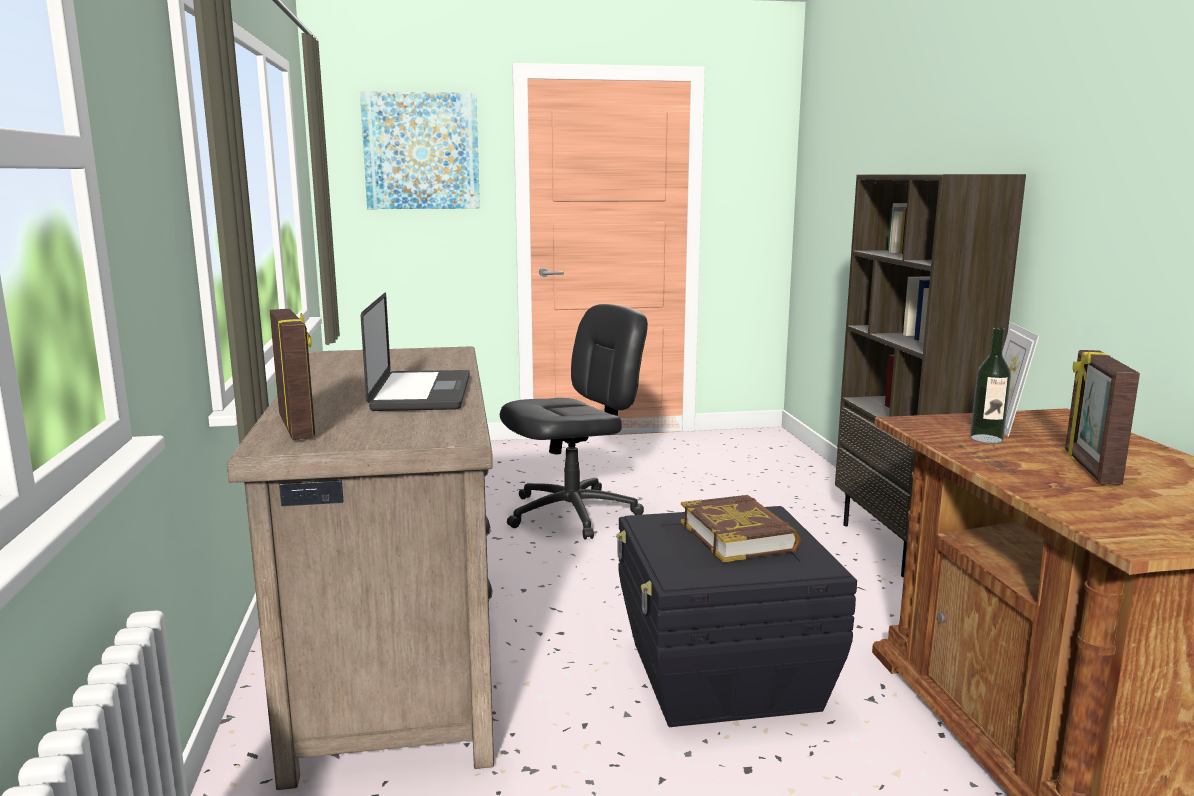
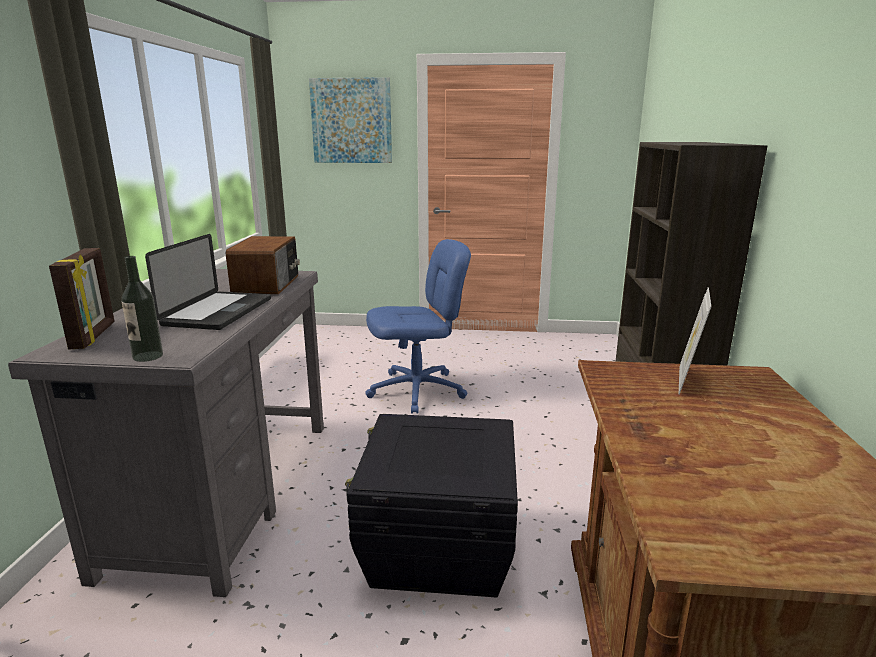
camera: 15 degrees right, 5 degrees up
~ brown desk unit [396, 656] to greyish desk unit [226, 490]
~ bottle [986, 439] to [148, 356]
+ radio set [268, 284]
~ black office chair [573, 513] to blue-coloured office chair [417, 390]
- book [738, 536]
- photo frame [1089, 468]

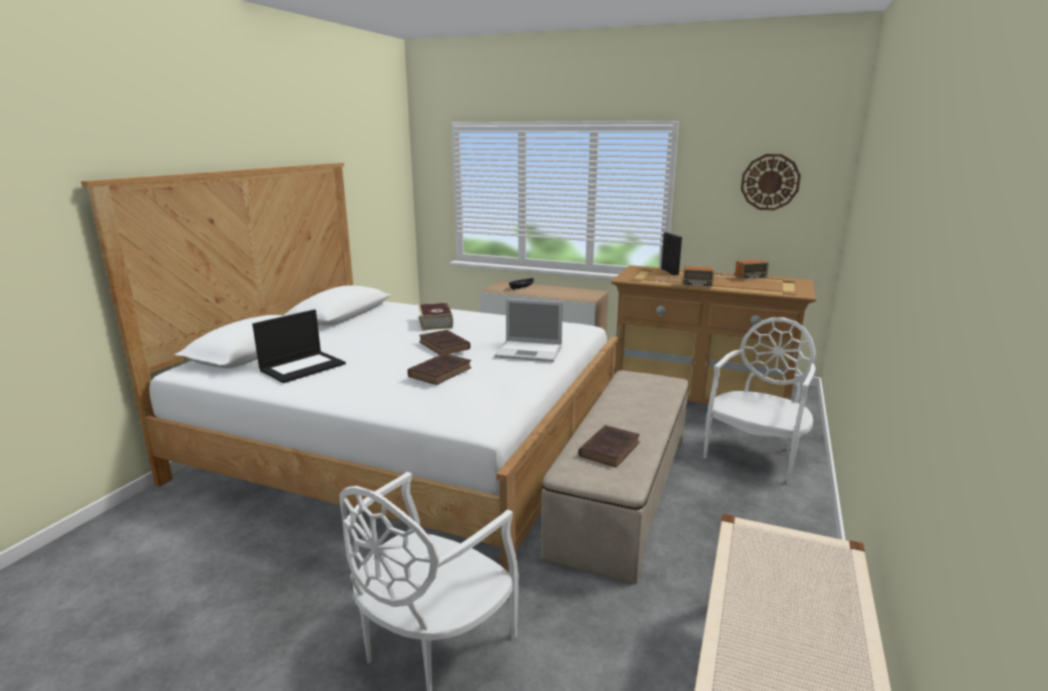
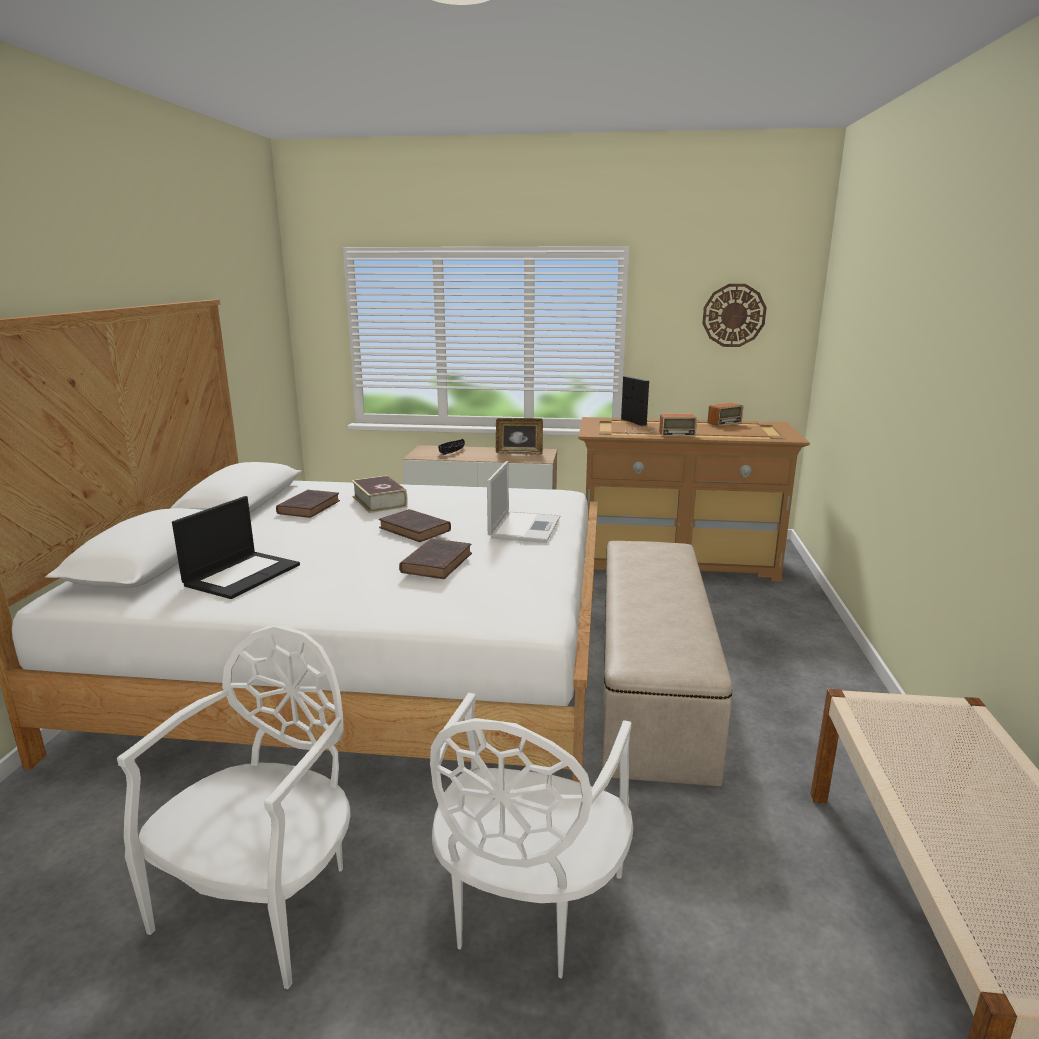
camera: 15 degrees left, 0 degrees up
~ white plain chair [755, 455] to [265, 901]
~ brown book [610, 448] to [310, 507]
~ laptop [530, 351] = [525, 527] 75 degrees counterclockwise
+ photo frame [519, 453]

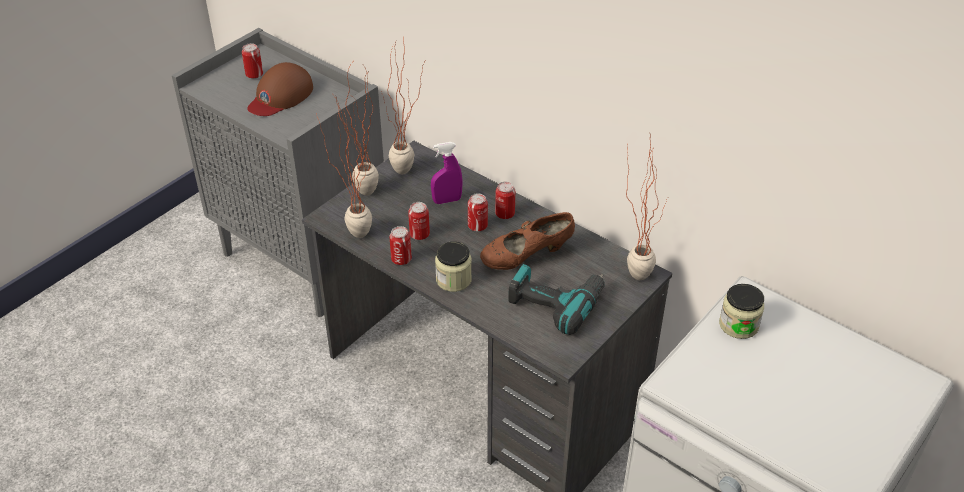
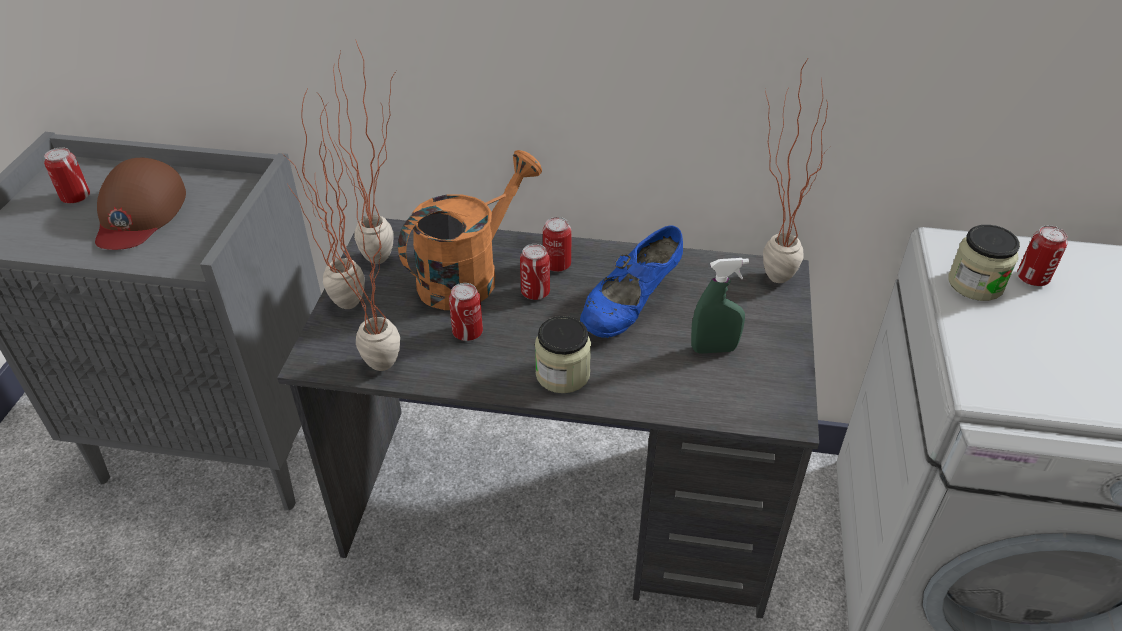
camera: 30 degrees left, 0 degrees up
~ purple spray bottle [447, 200] to orangey sprinkling can [468, 275]
~ brown item of footwear [526, 257] to blue-coloured item of footwear [630, 308]
~ electric drill [555, 302] to greenish spray bottle [714, 349]
~ metal can [401, 259] to [1032, 278]

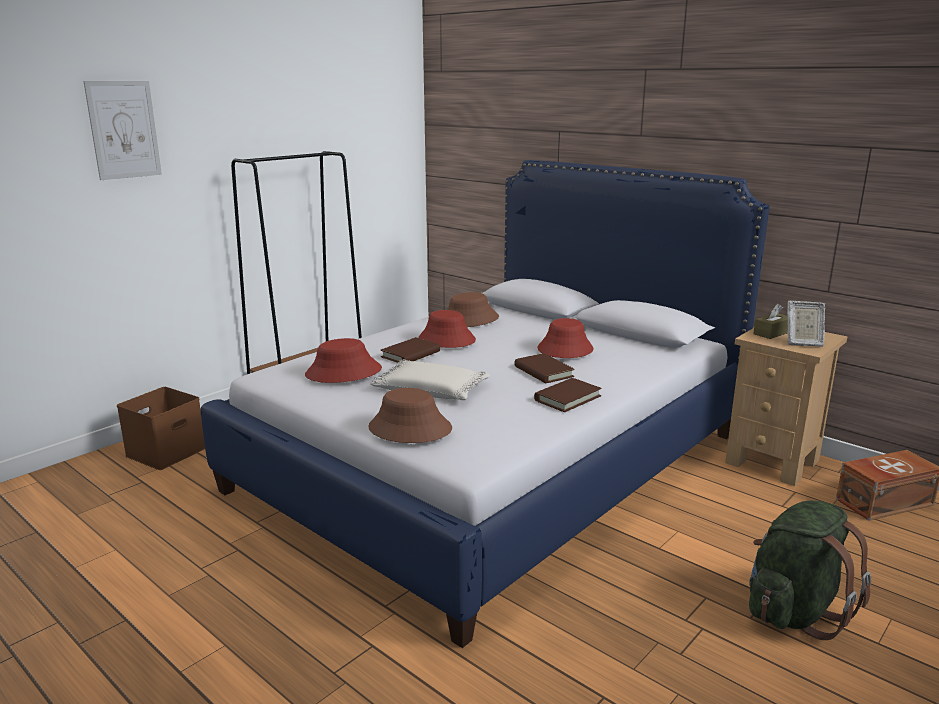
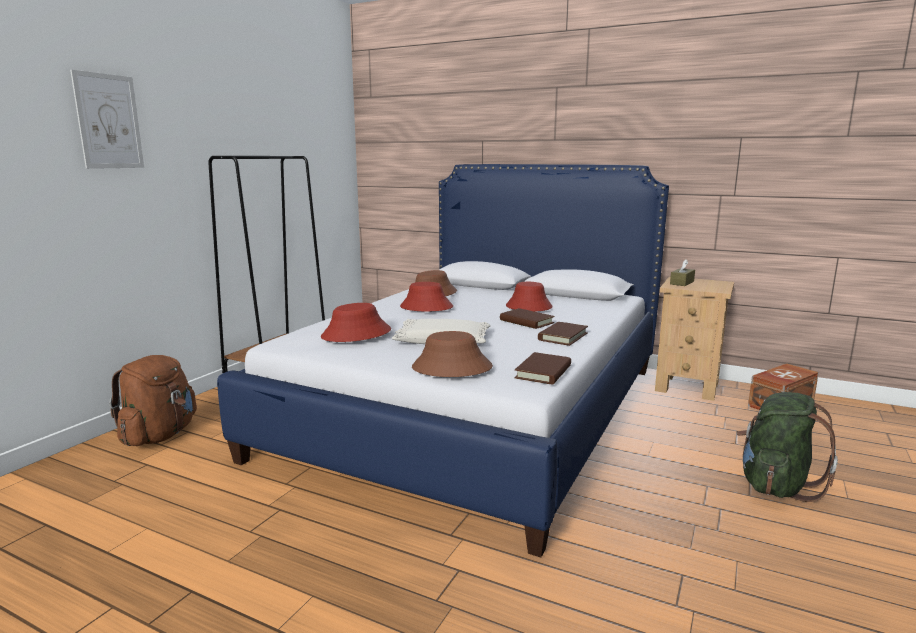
camera: 15 degrees left, 5 degrees down
~ brown storage box [166, 451] to brown knapsack [159, 435]
~ brown book [410, 354] to [543, 372]
- photo frame [802, 343]

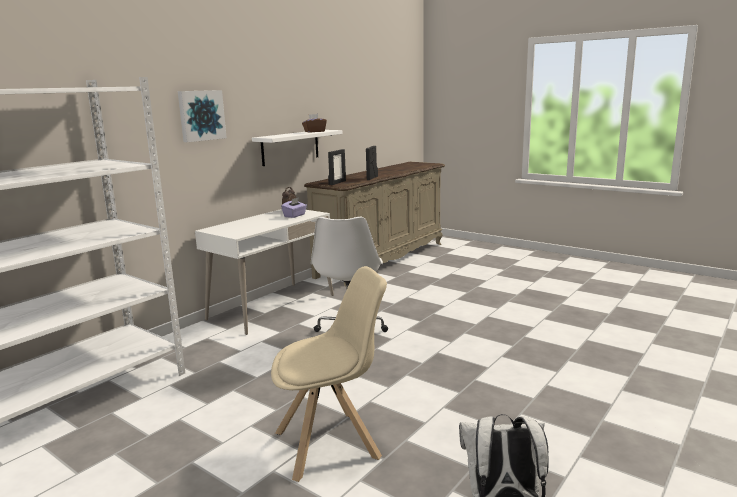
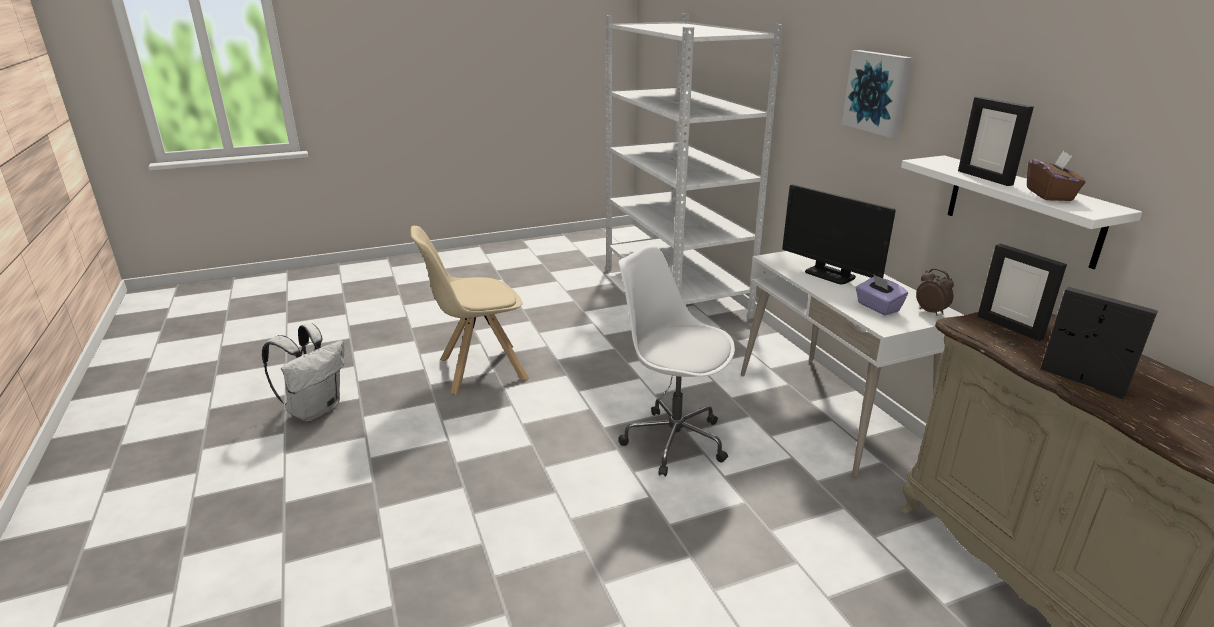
camera: 120 degrees right, 10 degrees up
~ beige plain chair [332, 443] = [478, 370] 60 degrees clockwise
+ computer display [830, 274]
+ photo frame [985, 177]

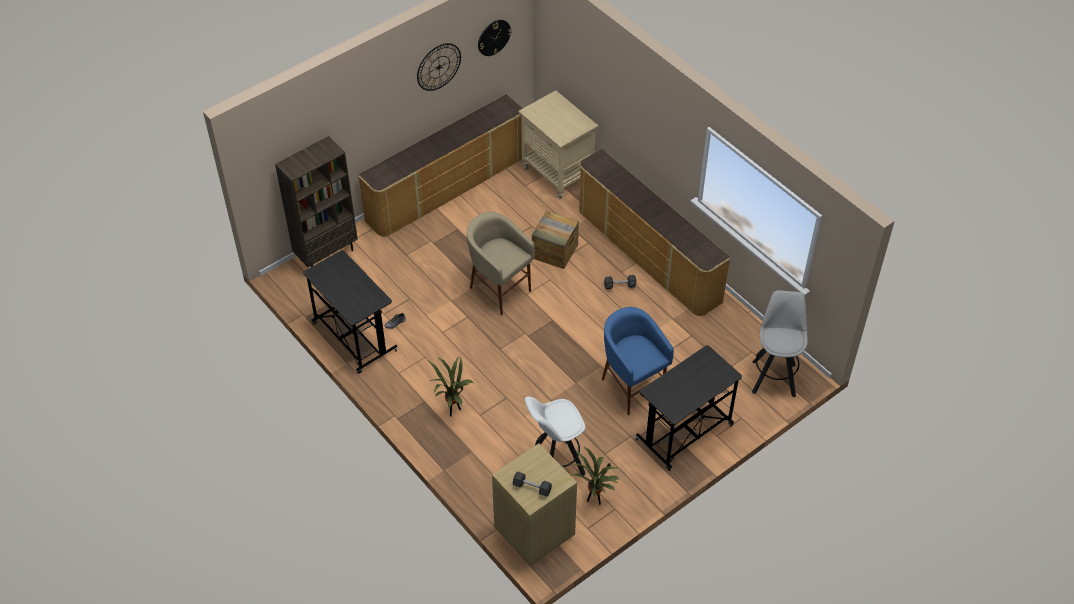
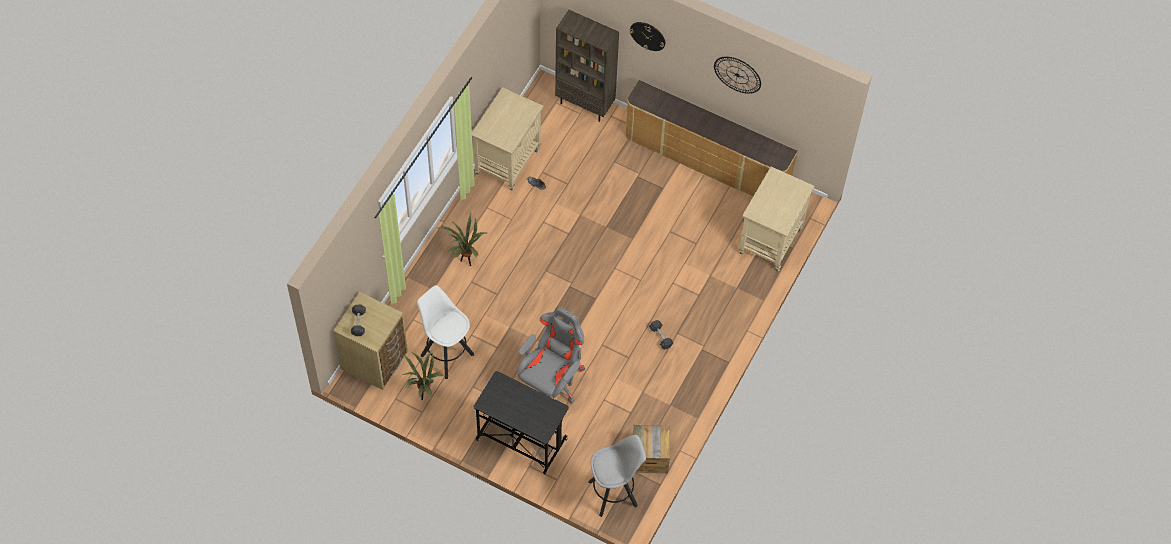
camera: 65 degrees right, 10 degrees up
~ black desk unit [354, 337] to beige cart [508, 161]
~ blue-coloured stool seat [631, 387] to greyish office chair [551, 383]
~ clock on the wall [493, 37] to [648, 36]
~ packing crate [555, 251] to [649, 456]
- beige stool seat [499, 290]
- brown cupboard [647, 255]

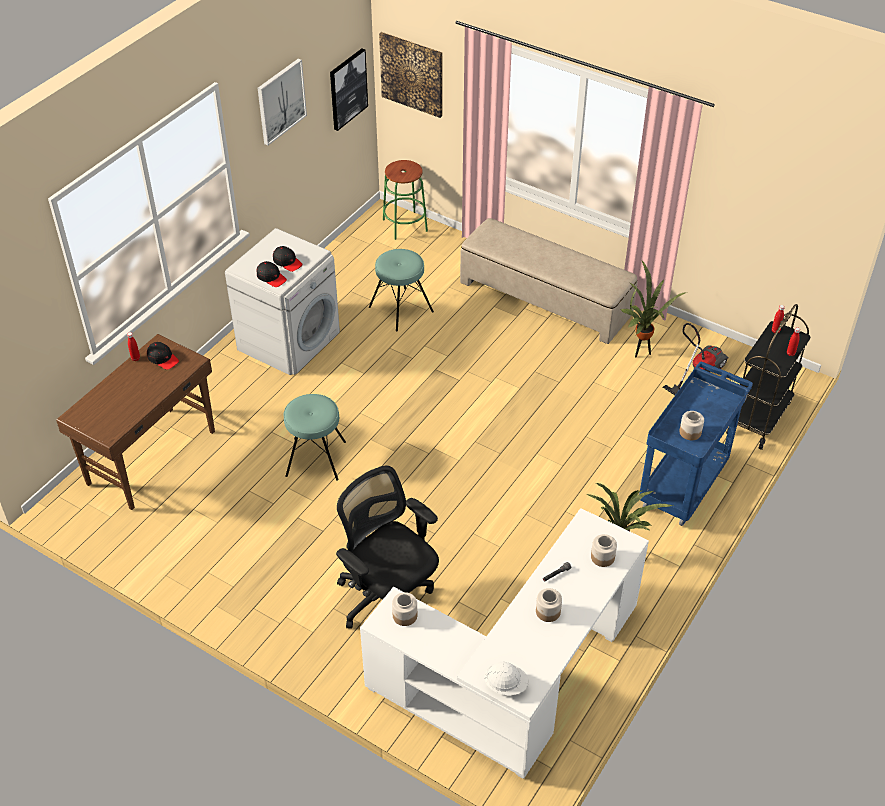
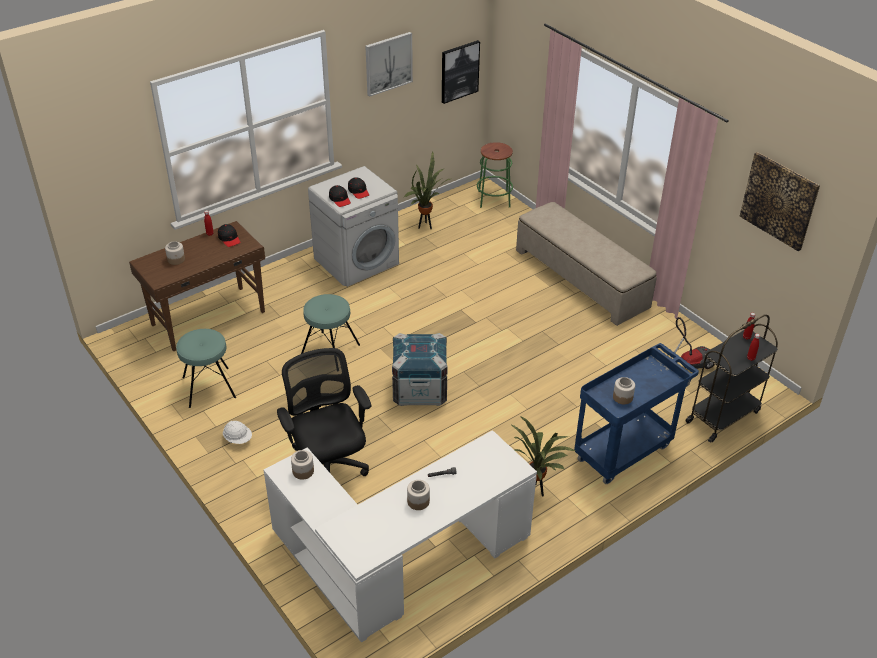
camera: 20 degrees right, 5 degrees down
~ jar [603, 557] to [176, 260]
~ turquoise stool seat [401, 309] to [209, 387]
~ white work helmet [506, 685] to [238, 439]
+ packing crate [419, 390]
~ plant in a pot [641, 351] to [425, 226]
~ wall art [412, 74] to [779, 200]

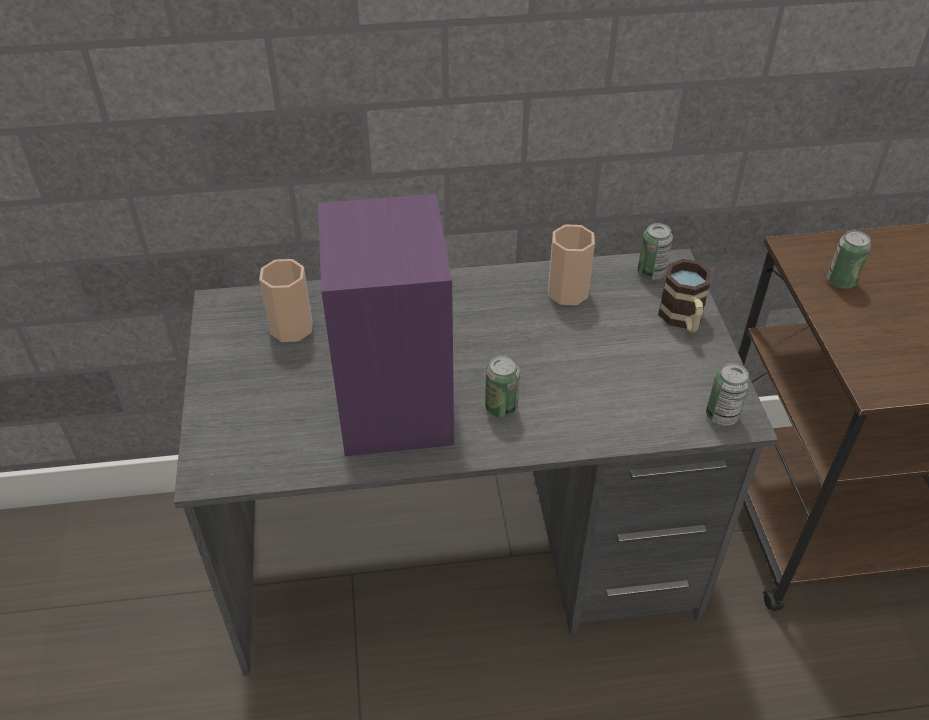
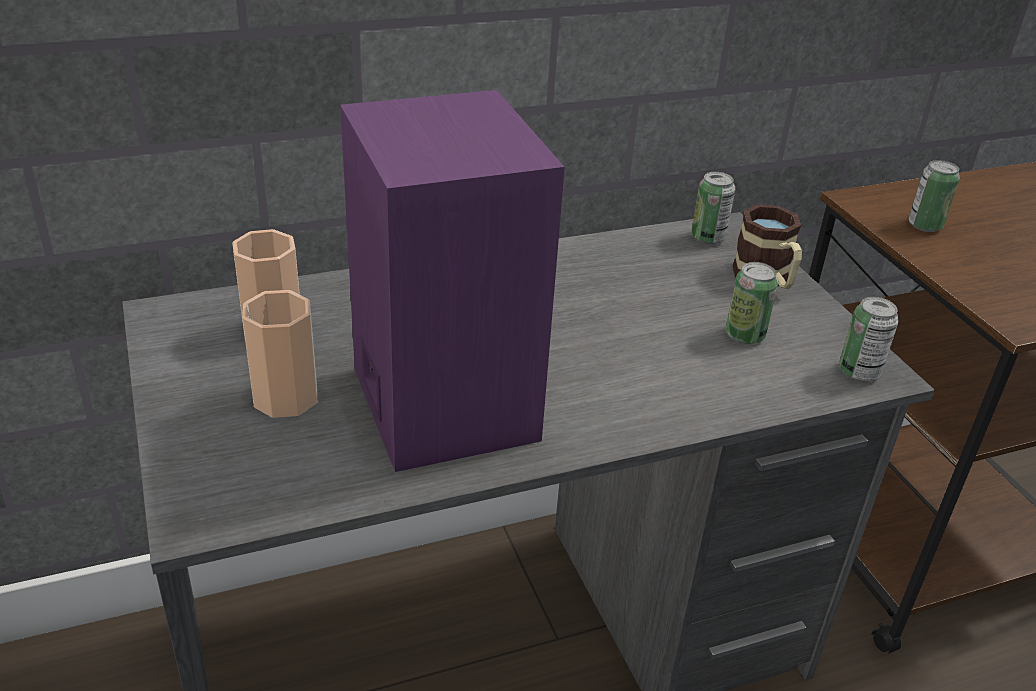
camera: 15 degrees left, 10 degrees down
~ small cup [568, 292] to [286, 398]
~ metal can [501, 408] to [745, 335]

